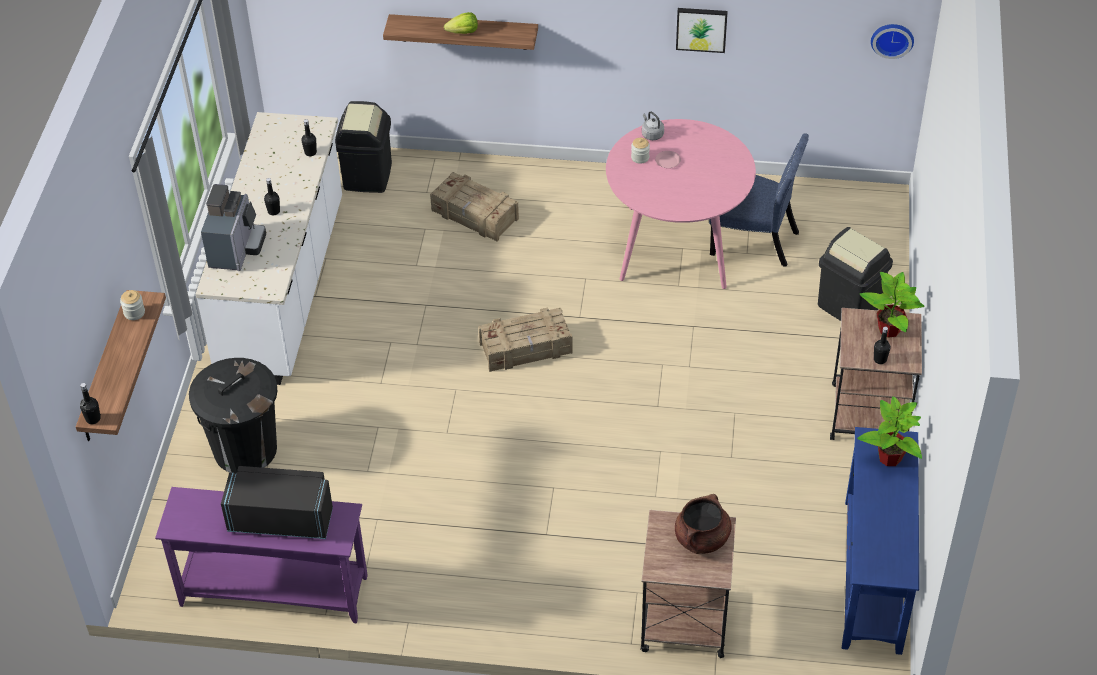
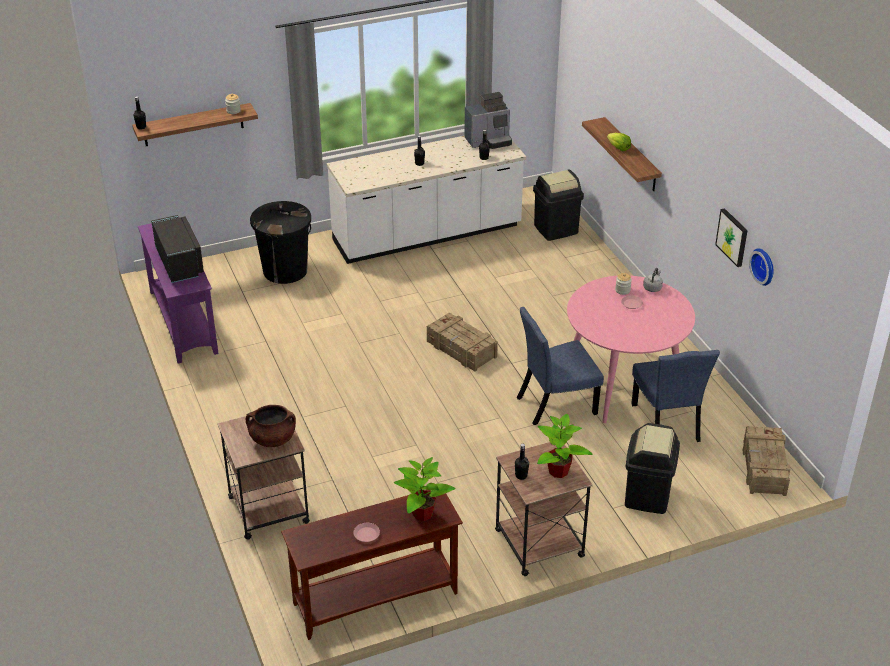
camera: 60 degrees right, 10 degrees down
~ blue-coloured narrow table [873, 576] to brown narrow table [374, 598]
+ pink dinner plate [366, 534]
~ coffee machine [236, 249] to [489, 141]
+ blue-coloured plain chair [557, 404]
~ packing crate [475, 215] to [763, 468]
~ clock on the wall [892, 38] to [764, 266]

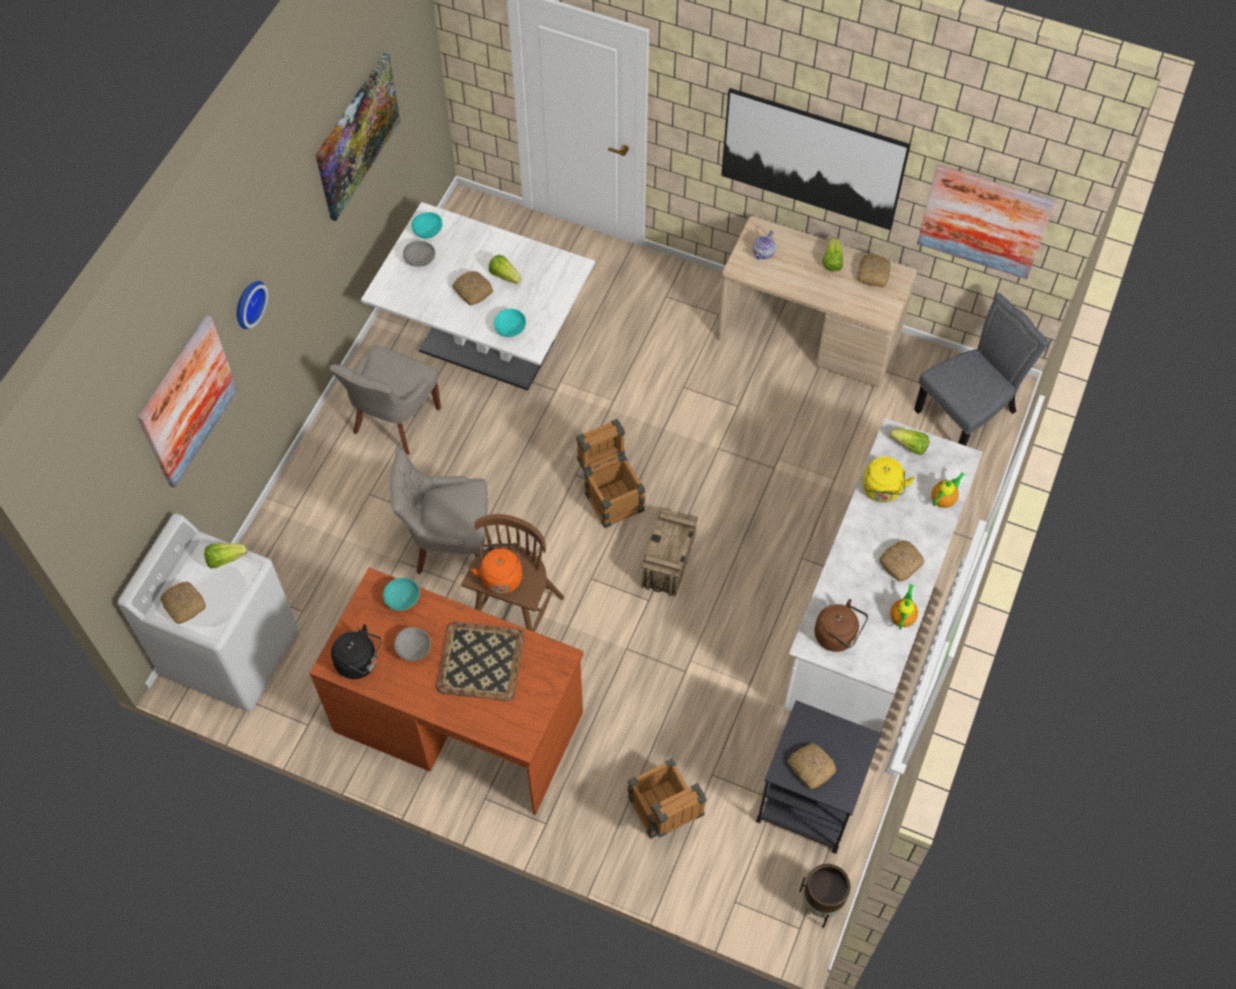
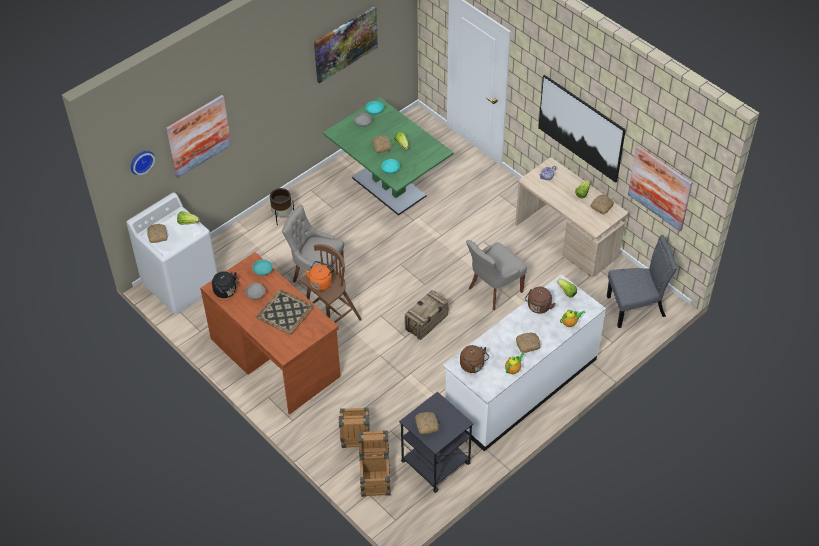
camera: 25 degrees right, 10 degrees down
~ clock on the wall [247, 303] to [141, 161]
~ brown plant pot [821, 903] to [282, 217]
~ white dinner table [486, 346] to greenish dinner table [389, 187]
~ packing crate [611, 496] to [375, 478]
~ greyish plain chair [394, 421] to [493, 290]
~ yellow-coloured water kettle [882, 491] to brown water kettle [538, 307]

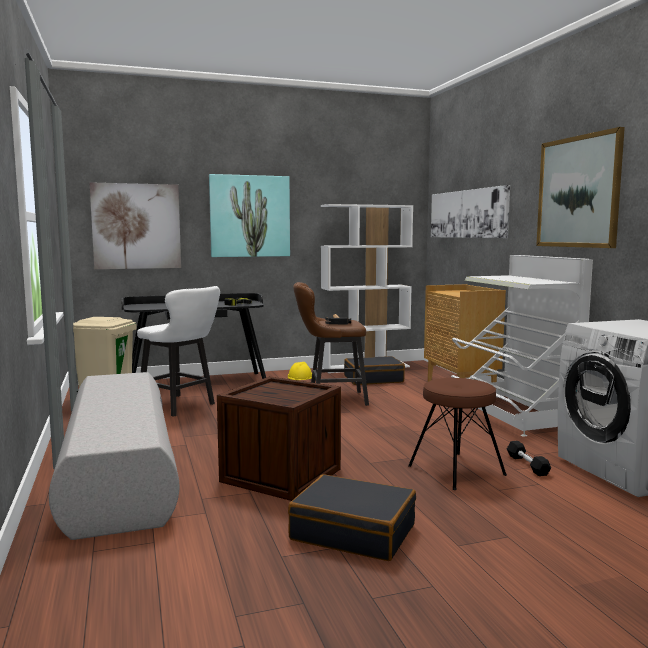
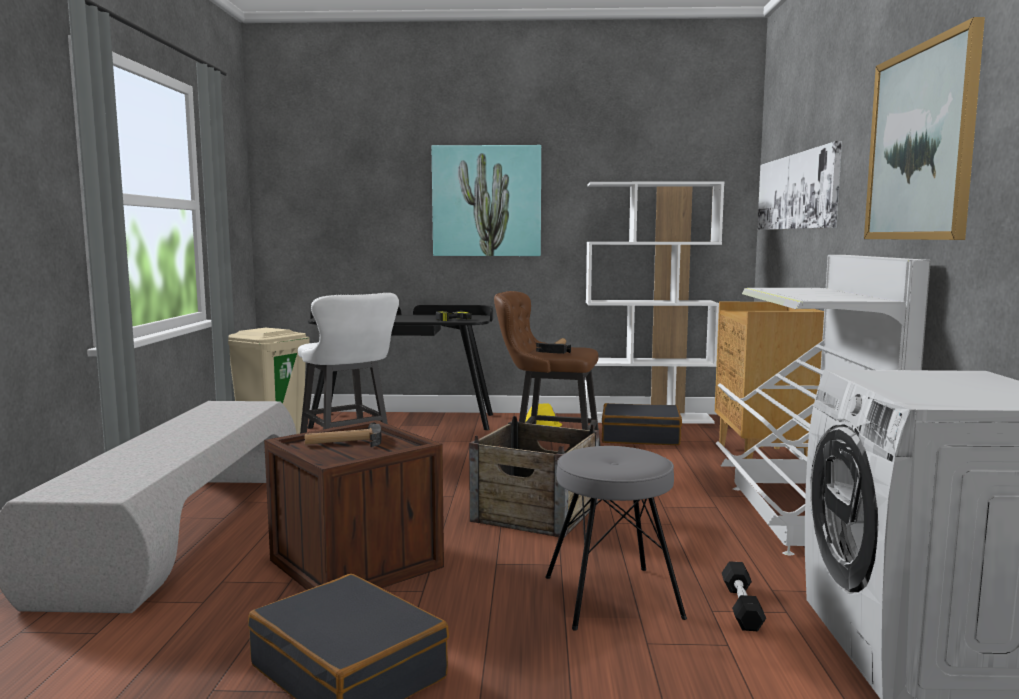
camera: 20 degrees right, 0 degrees up
+ hand hammer [344, 442]
+ packing crate [536, 512]
~ brown stool seat [456, 470] to greyish stool seat [611, 597]
- wall art [136, 226]

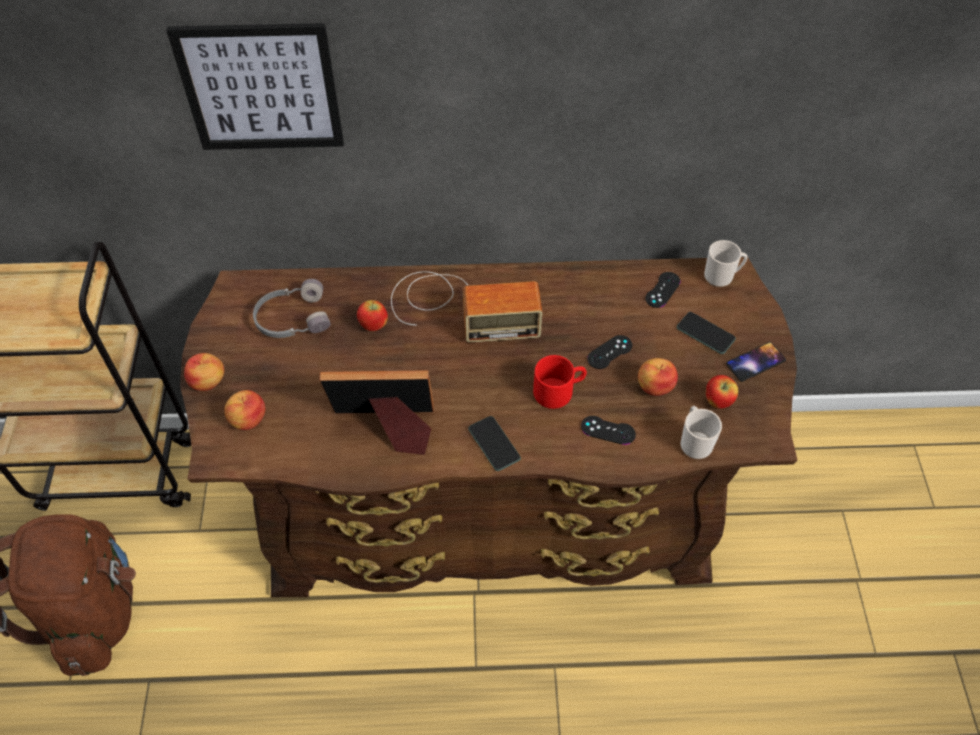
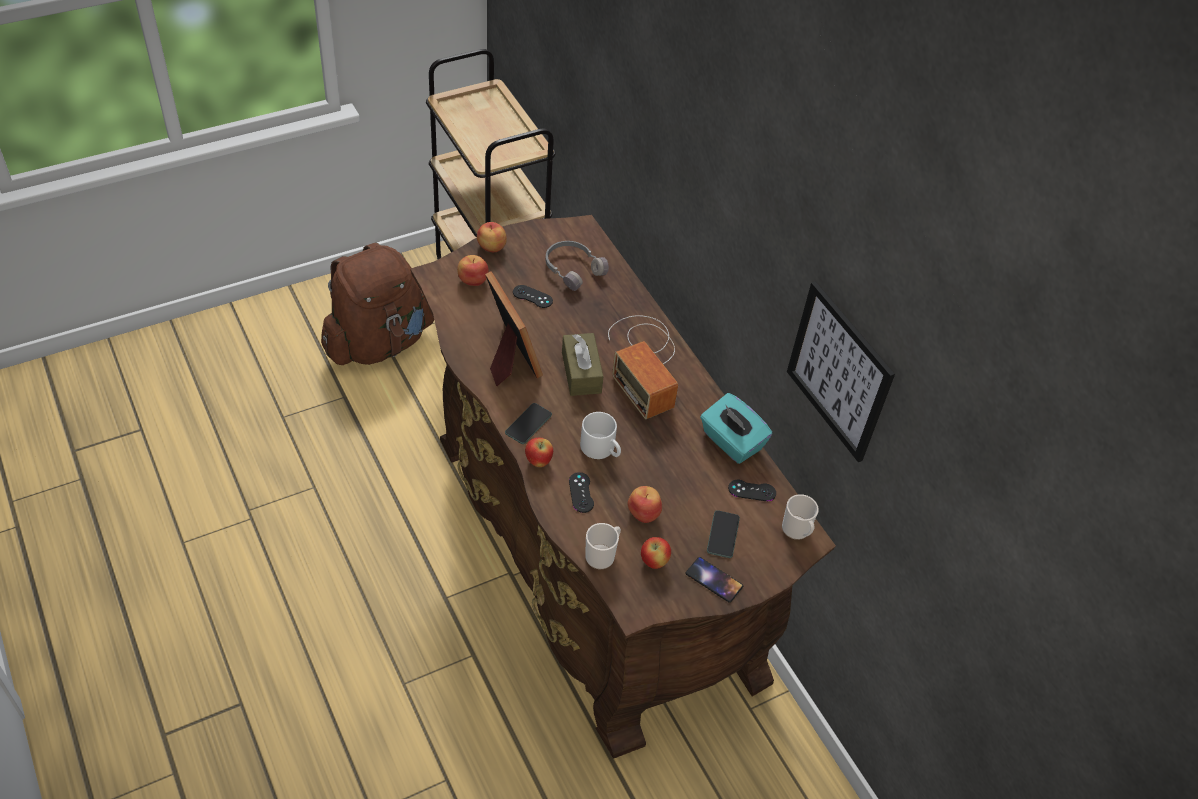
camera: 60 degrees right, 5 degrees down
~ black gamepad [609, 352] to [532, 296]
~ apple [373, 326] to [538, 461]
+ brown box of tissues [581, 372]
~ red-coloured mug [559, 390] to white mug [602, 449]
+ turquoise box of tissues [731, 442]
~ wall art [260, 88] to [839, 372]

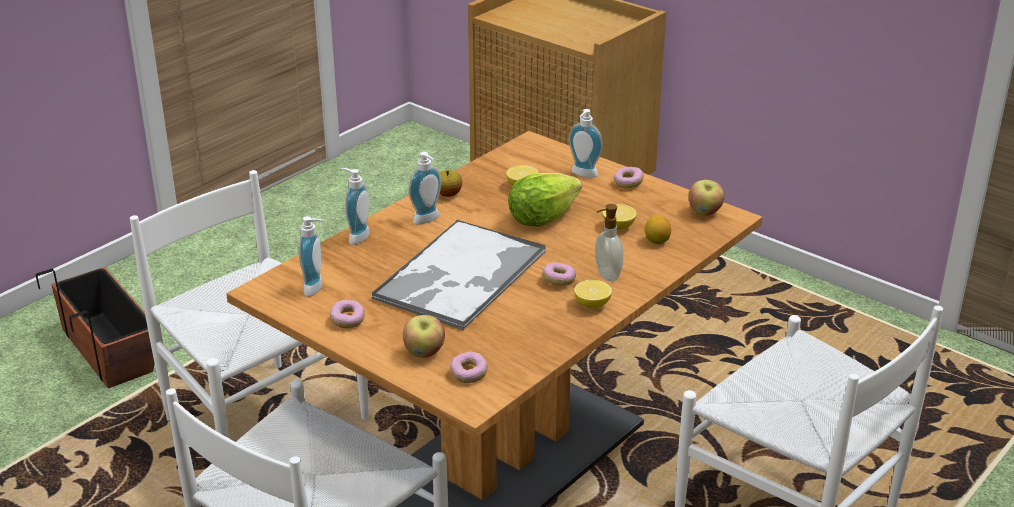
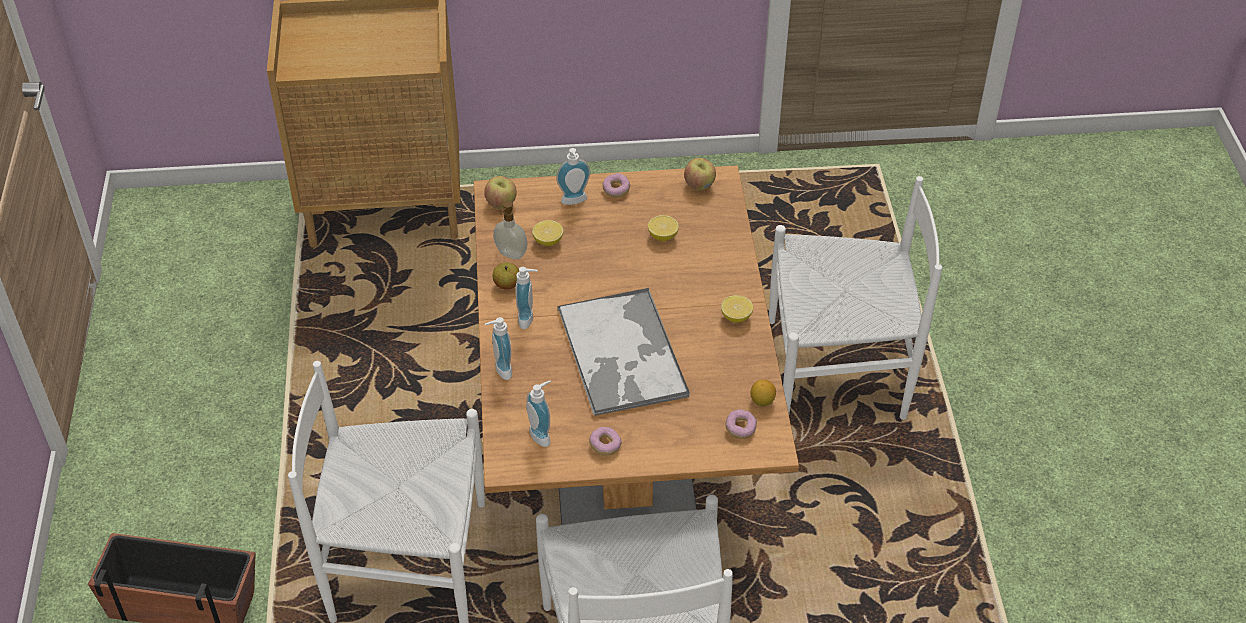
camera: 45 degrees left, 15 degrees up
~ apple [424, 353] to [501, 203]
~ liquid soap bottle [606, 275] to [510, 254]
~ lemon [657, 241] to [762, 401]
- head of lettuce [542, 218]
- donut [559, 280]

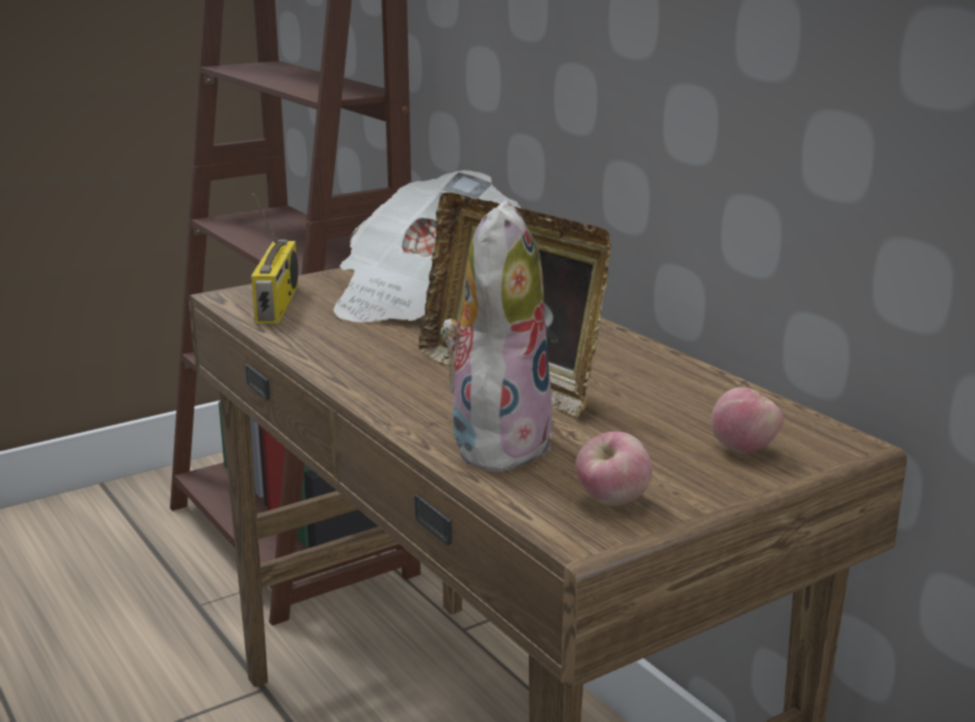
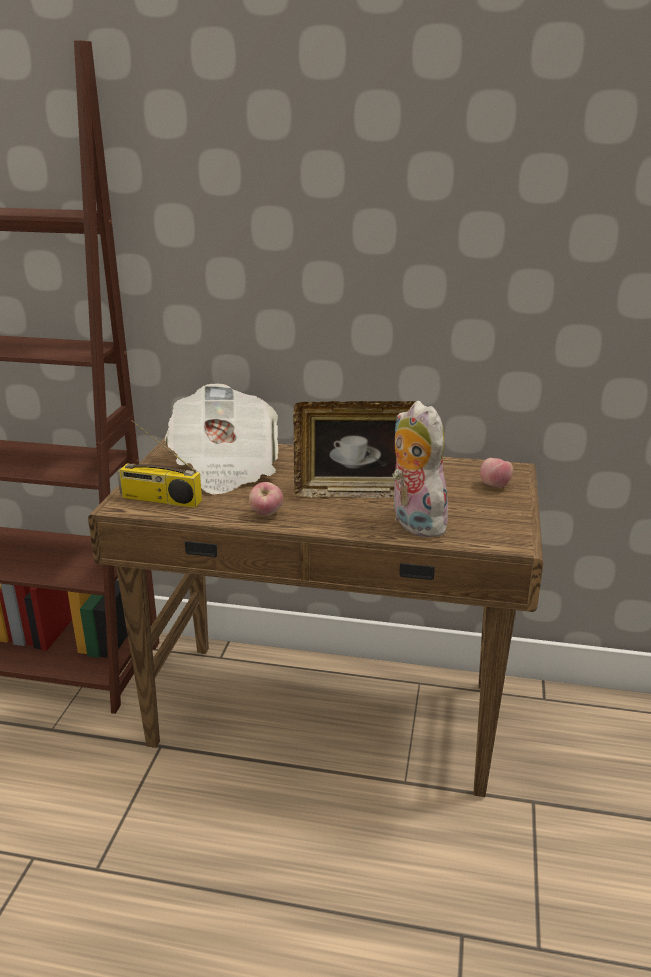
camera: 45 degrees left, 5 degrees up
~ radio set [278, 304] = [159, 499] 150 degrees clockwise
~ apple [612, 502] to [266, 514]

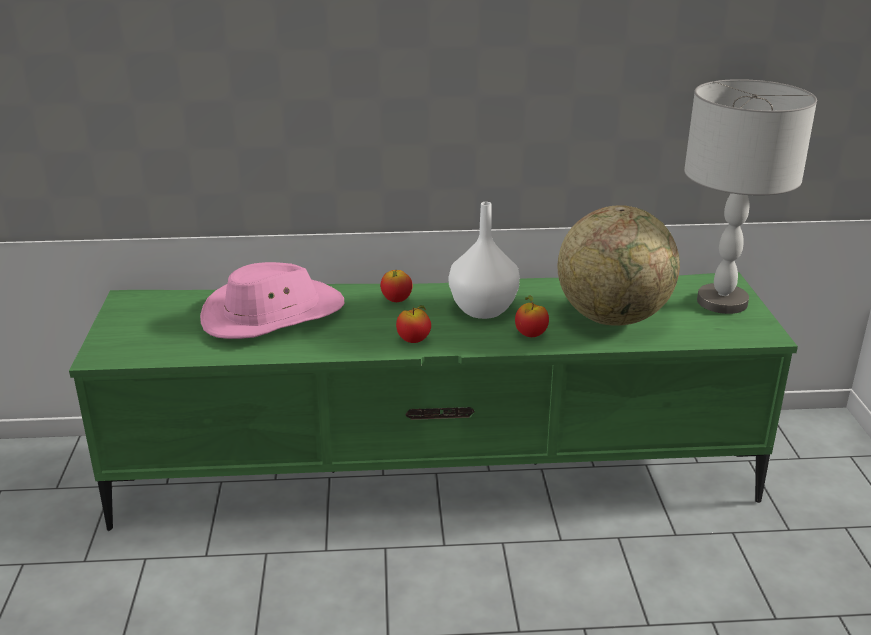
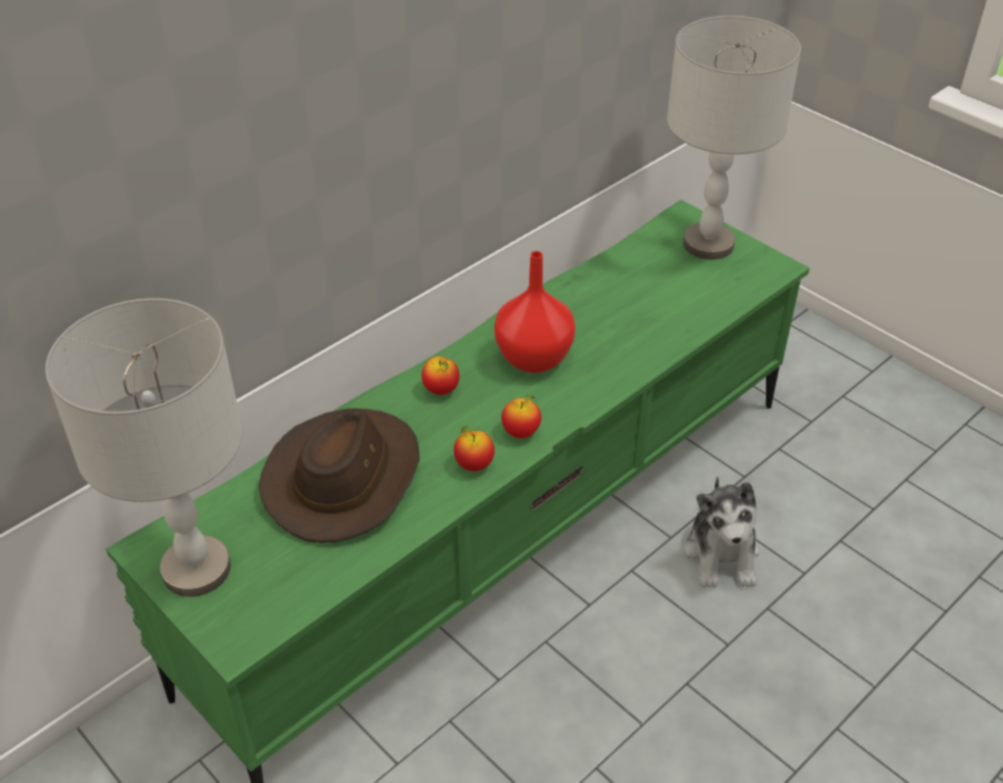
camera: 40 degrees left, 15 degrees up
+ greyish tabletop lamp [196, 570]
~ pink clothing hat [272, 314] to brown clothing hat [343, 477]
~ apple [530, 335] to [474, 465]
~ white decorative vase [484, 310] to red-coloured decorative vase [535, 359]
+ cuddly toy [722, 554]
- desk globe [613, 318]

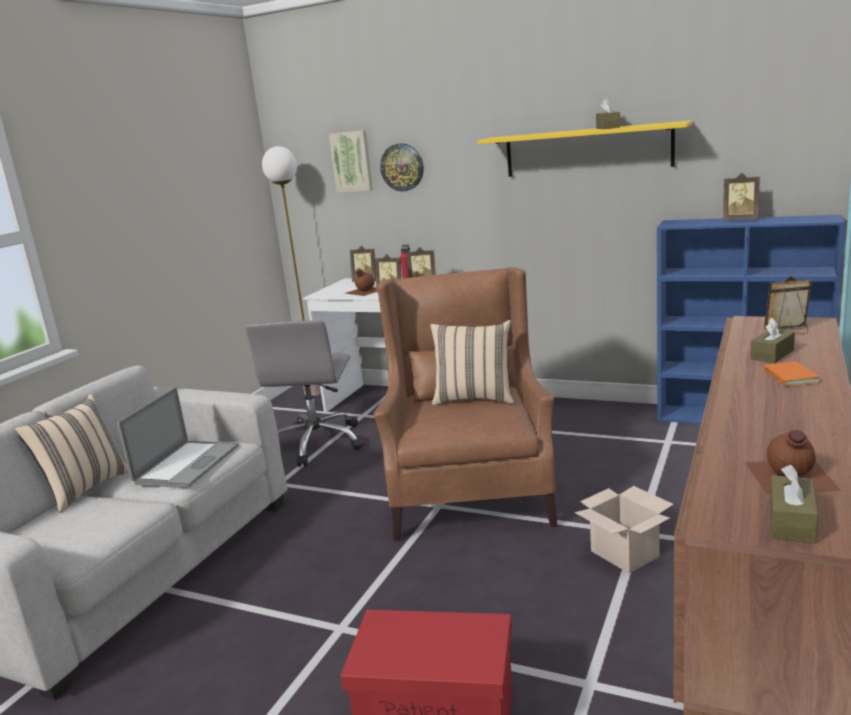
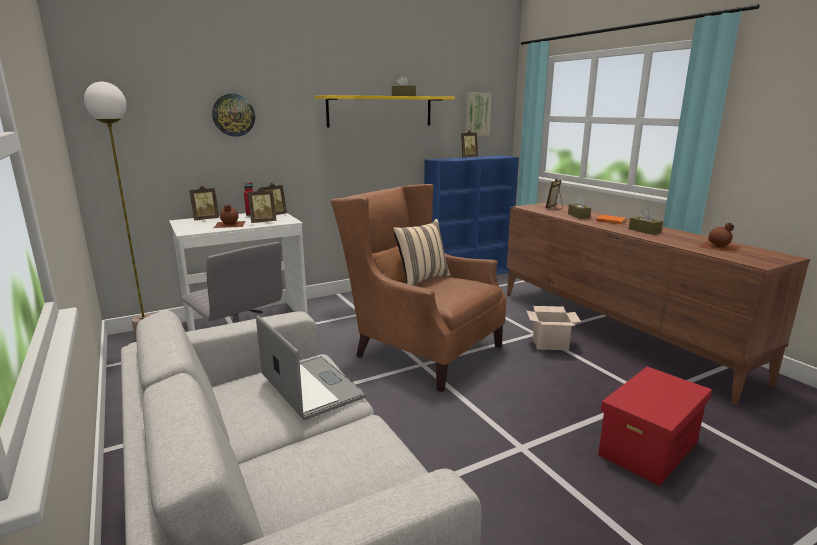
camera: 55 degrees left, 0 degrees up
~ wall art [352, 161] to [476, 114]
~ brown box of tissues [792, 522] to [644, 231]
- beige cushion [85, 489]

